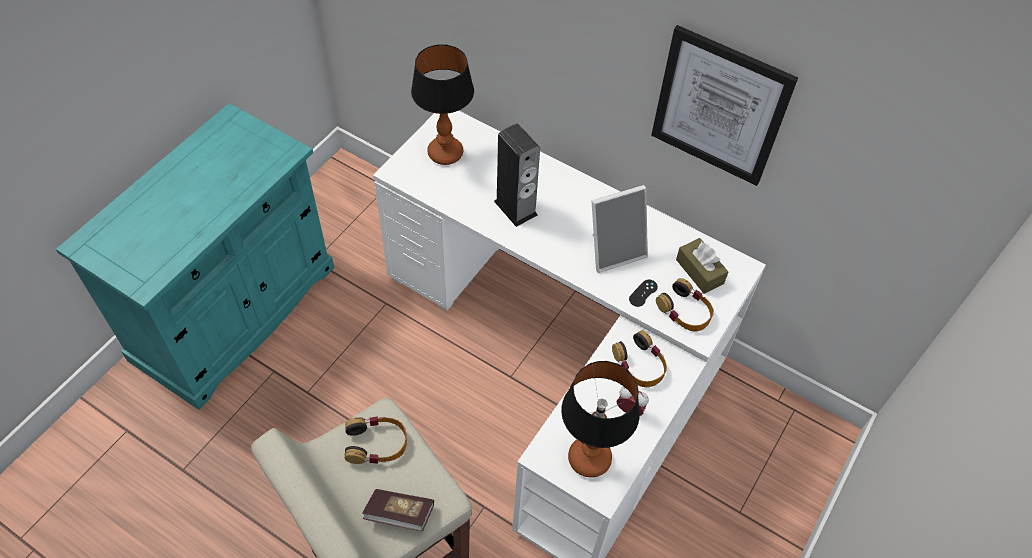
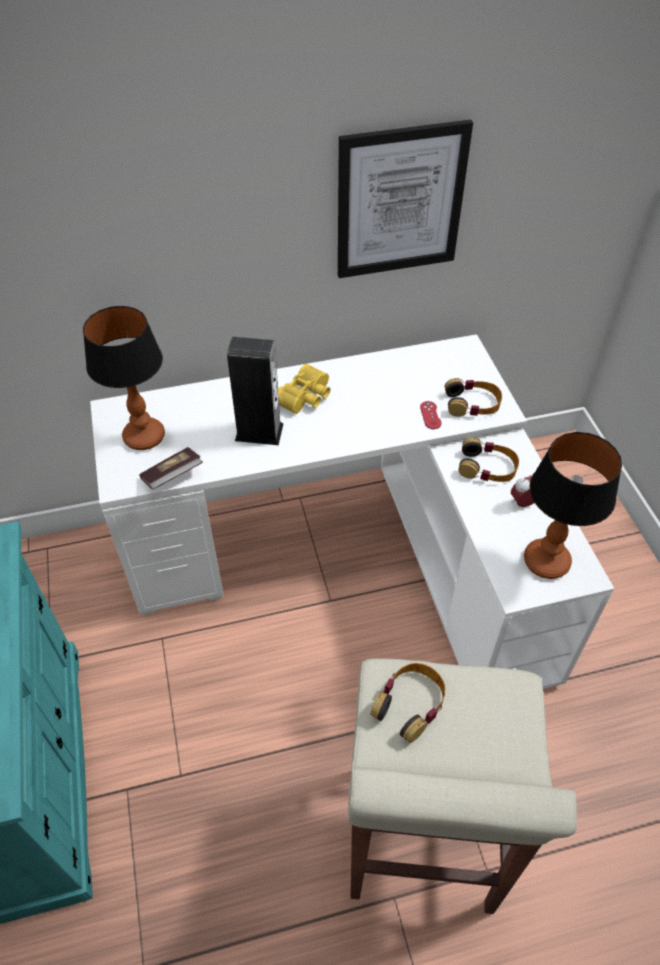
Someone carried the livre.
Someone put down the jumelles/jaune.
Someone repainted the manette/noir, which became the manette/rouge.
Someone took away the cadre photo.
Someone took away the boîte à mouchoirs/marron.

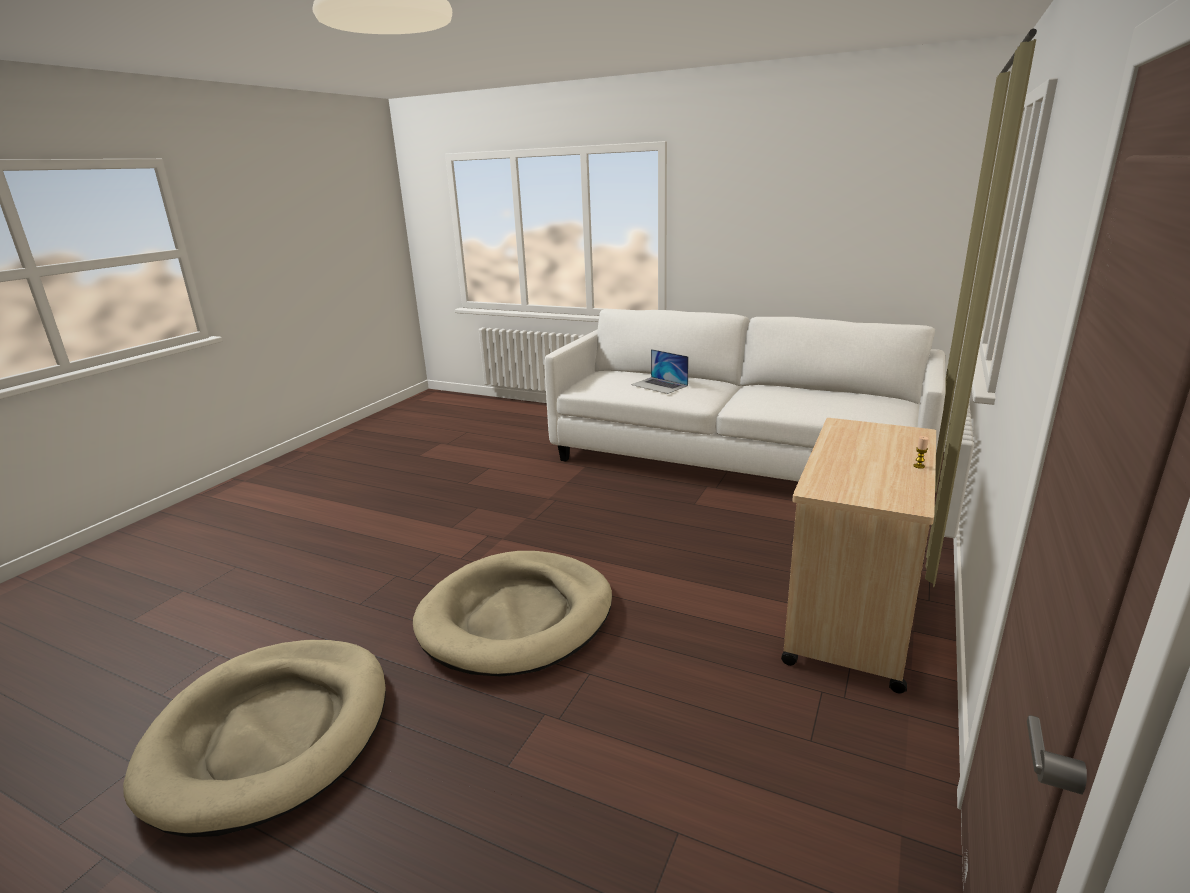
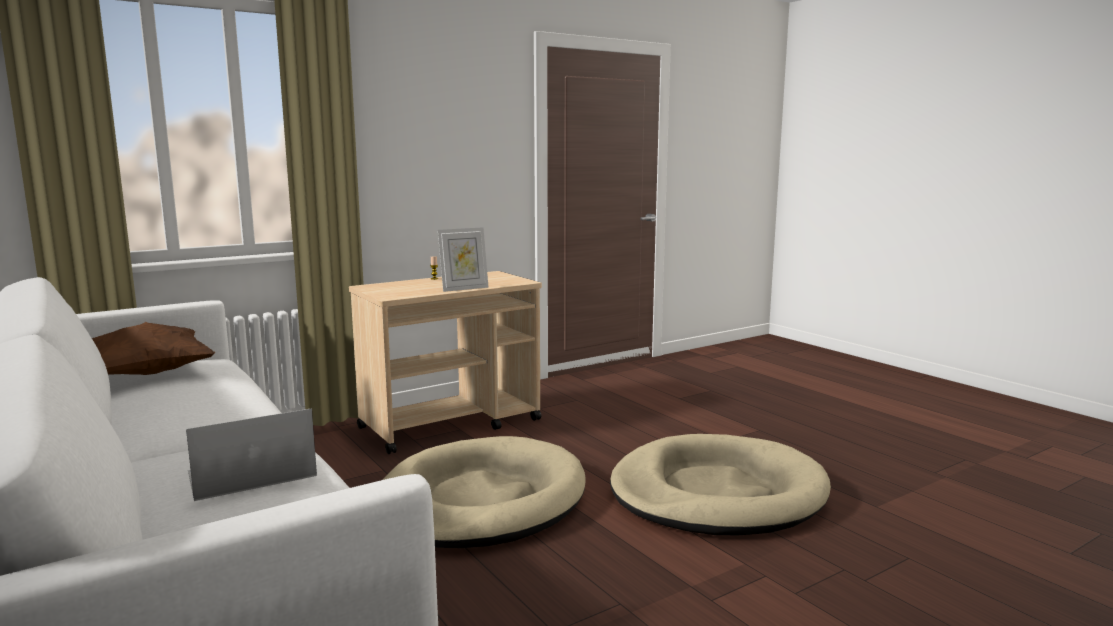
Someone put down the coussin/marron.
Someone rotated the ordinateur portable by 105 degrees counterclockwise.
Someone carried the panier pour chien/beige (1st from left).
Someone put down the cadre photo.

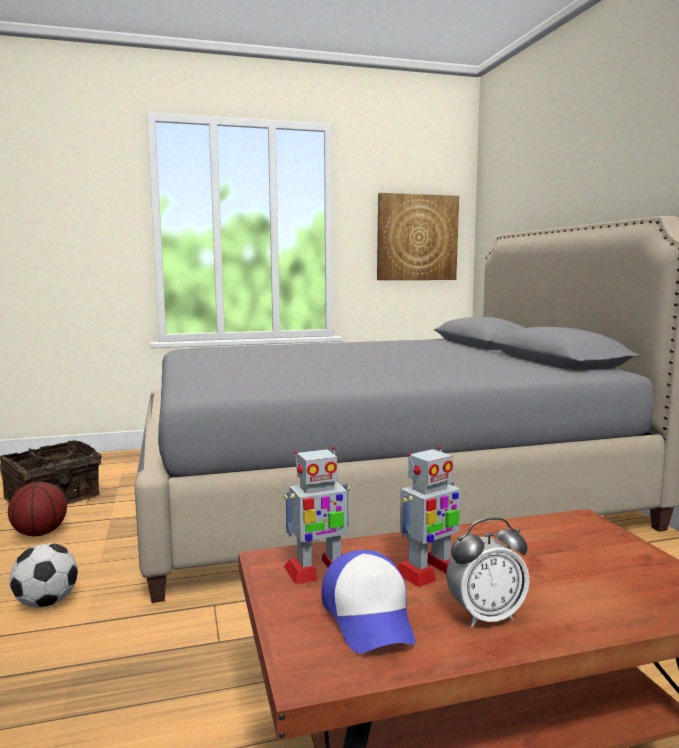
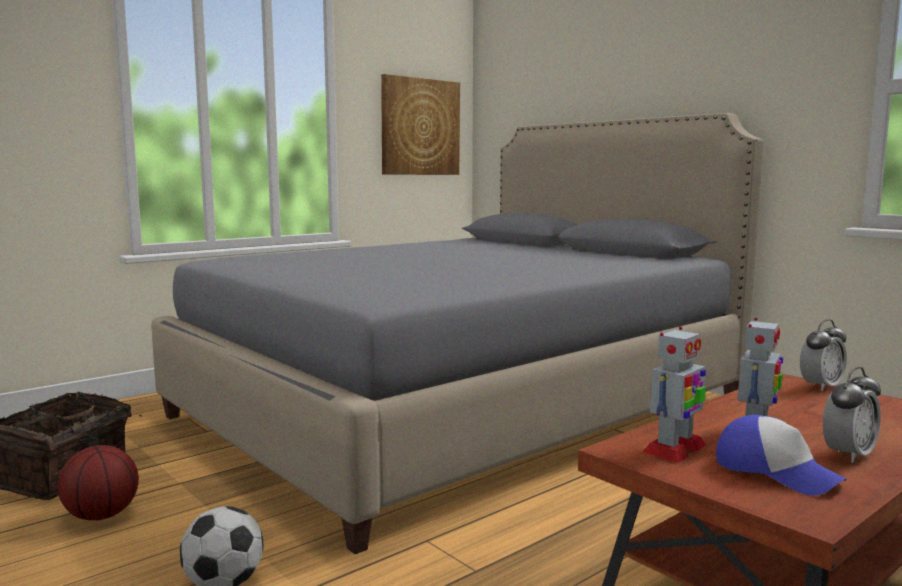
Someone put down the réveil (1st from left).

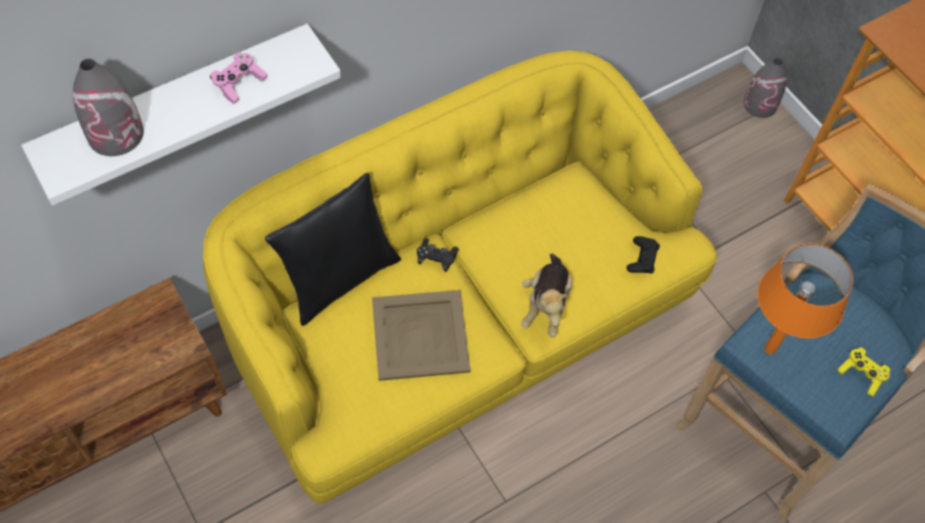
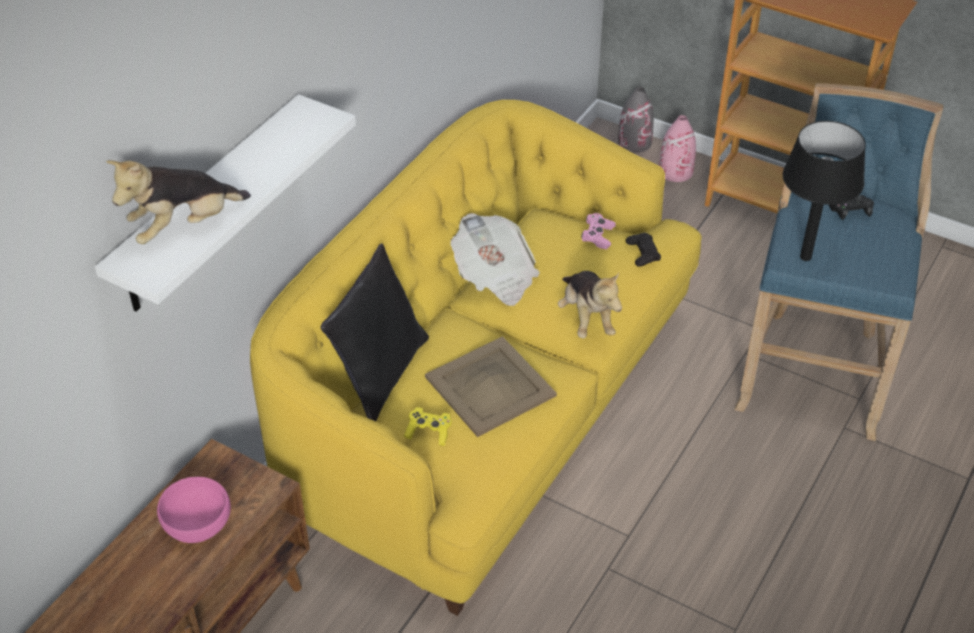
Someone swapped the vase/gris (1st from left) for the peluche (1st from left).
Someone put down the bol/rose.
Someone carried the manette/jaune.
Someone put down the journal.
Someone carried the manette/rose.
Someone put down the vase/rose.
Someone repainted the lampe de table/orange, which became the lampe de table/noir.
Someone carried the manette/noir (1st from left in the first image).

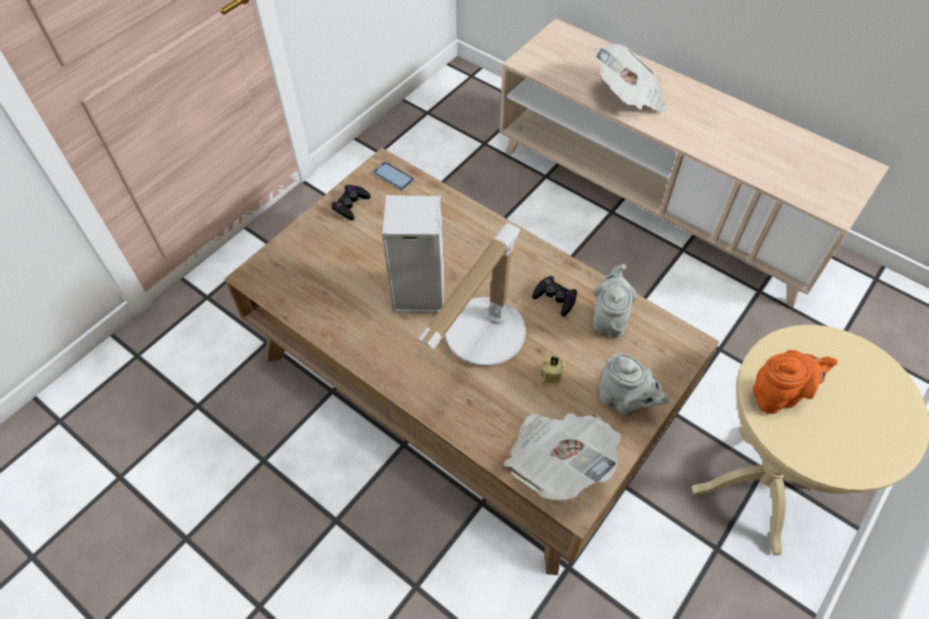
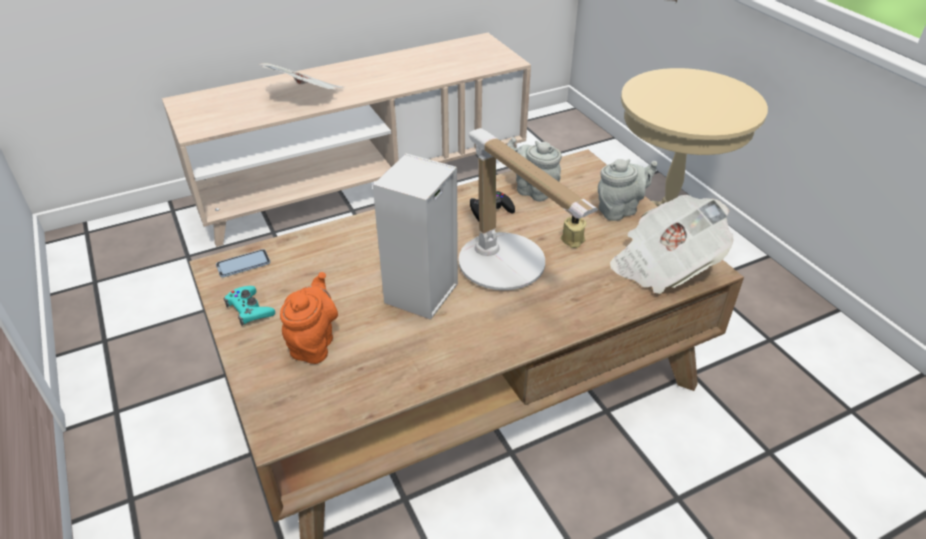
Someone repainted the manette/noir (1st from left), which became the manette/turquoise.
Someone carried the théière/orange.

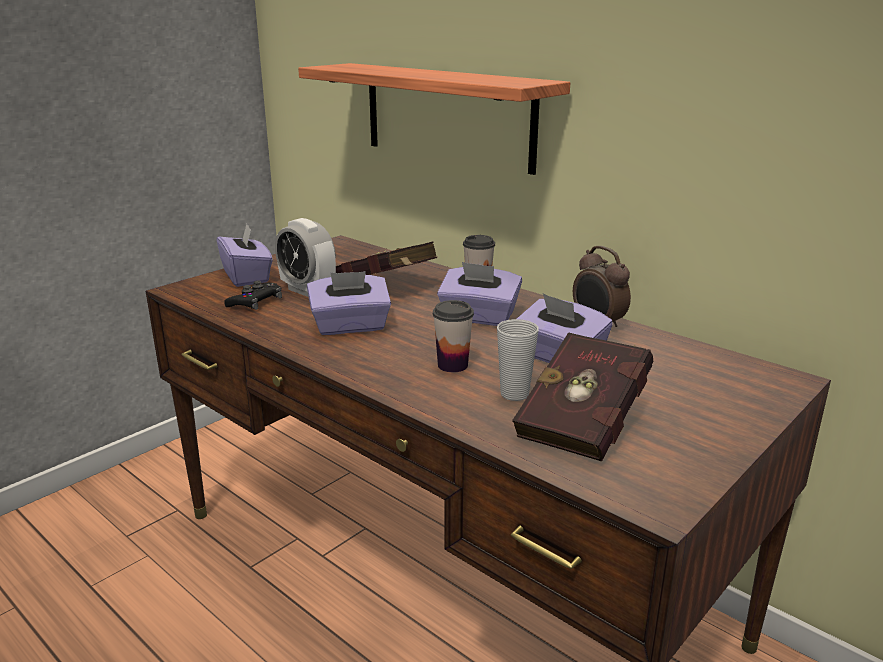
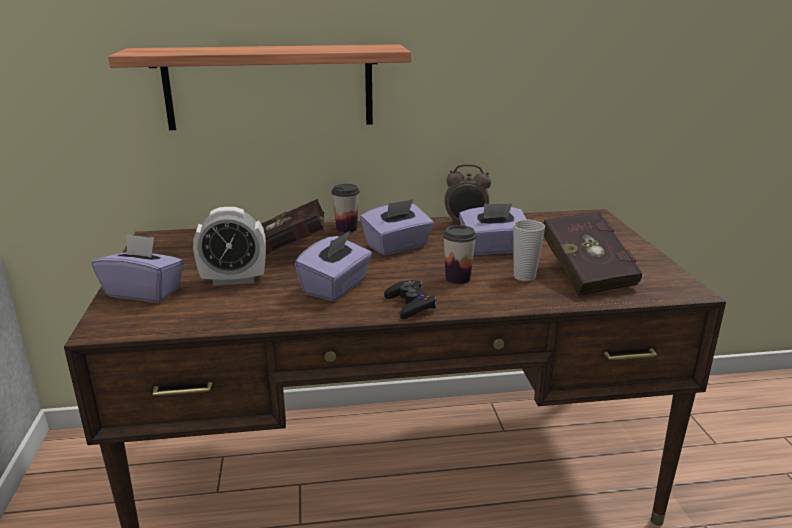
Someone carried the manette/noir.

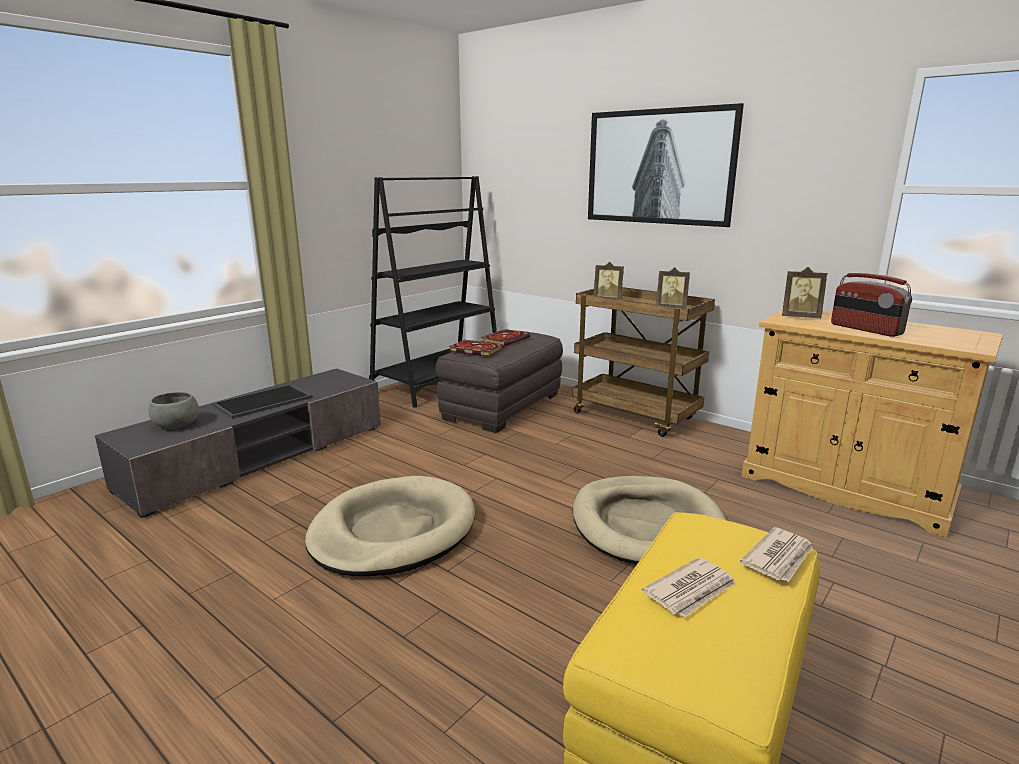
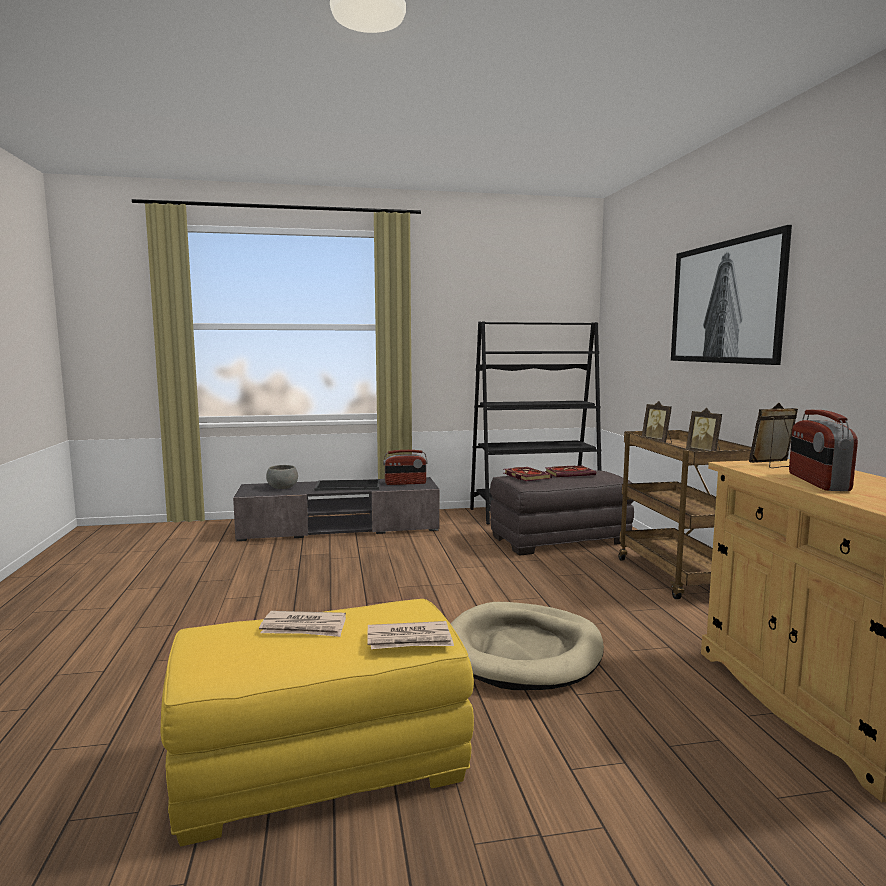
Someone put down the radio (1st from left).
Someone rotated the cadre photo (3rd from left) by 105 degrees clockwise.
Someone took away the panier pour chien/beige (1st from left).

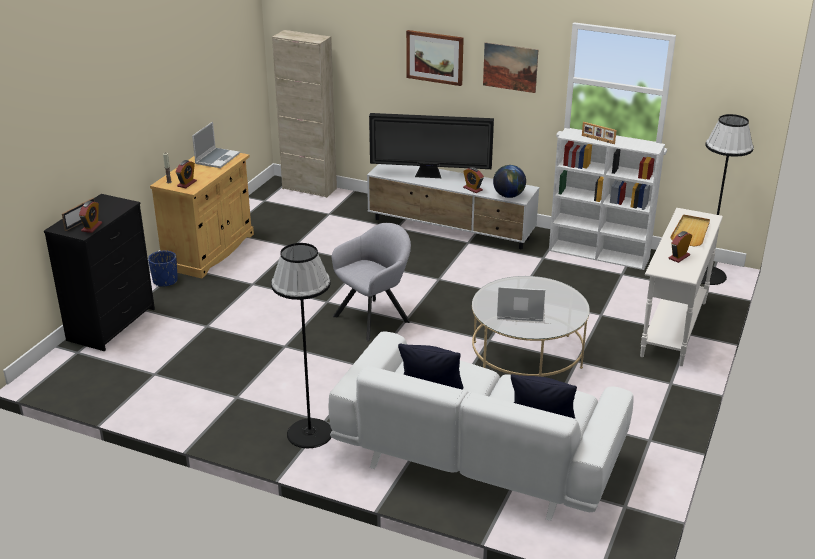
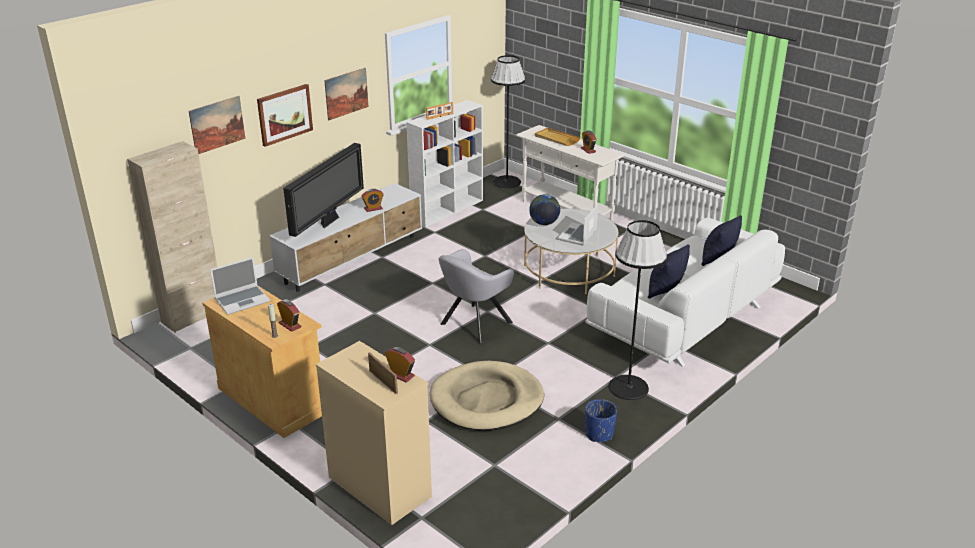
Someone put up the tableau (1st from left).
Someone rotated the ordinateur portable (1st from left) by 105 degrees clockwise.
Someone repainted the commode/noir, which became the commode/beige.
Someone put down the panier pour chien/beige.
Someone rotated the fauteuil/gris by 120 degrees counterclockwise.
Someone carried the globe.
Someone carried the cache-pot/bleu.

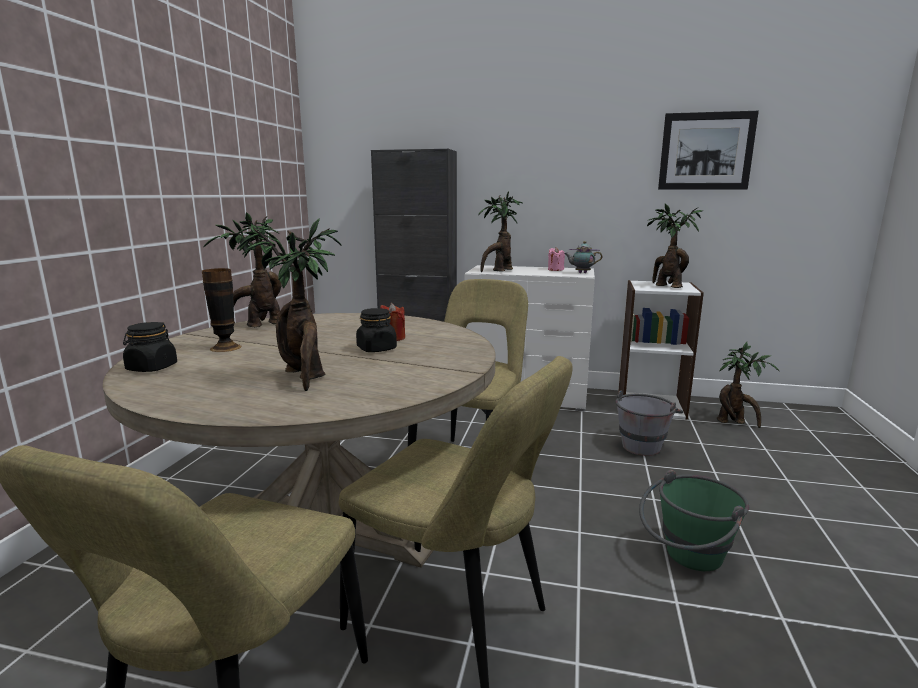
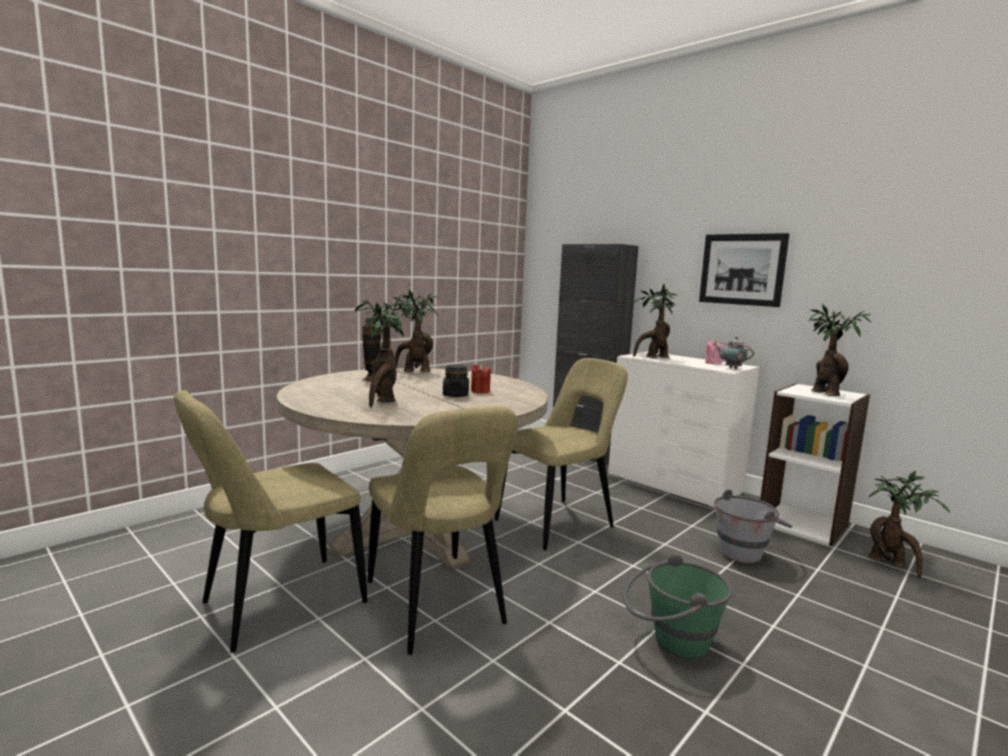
Someone carried the tableau.
Someone took away the bocal/noir (1st from left).

